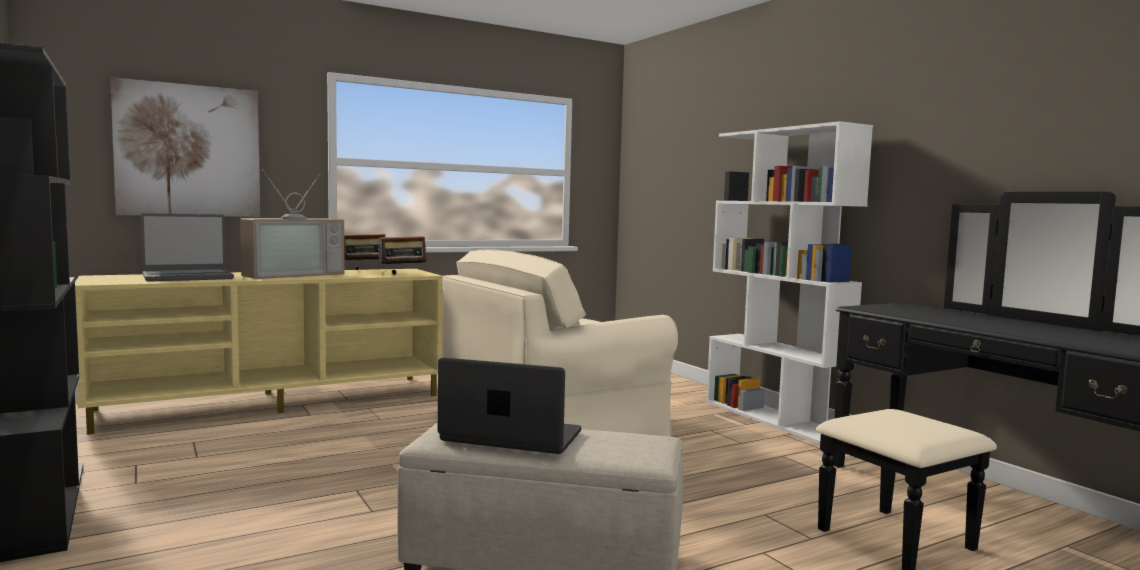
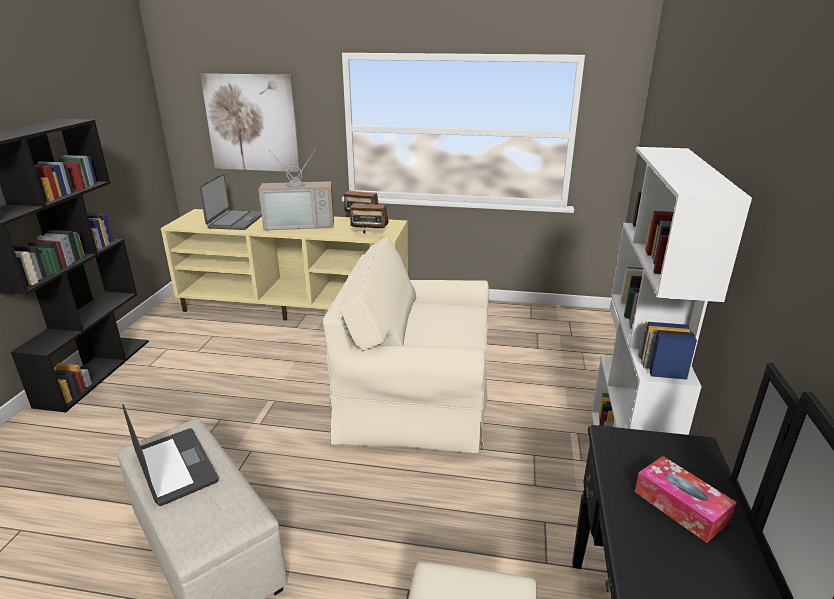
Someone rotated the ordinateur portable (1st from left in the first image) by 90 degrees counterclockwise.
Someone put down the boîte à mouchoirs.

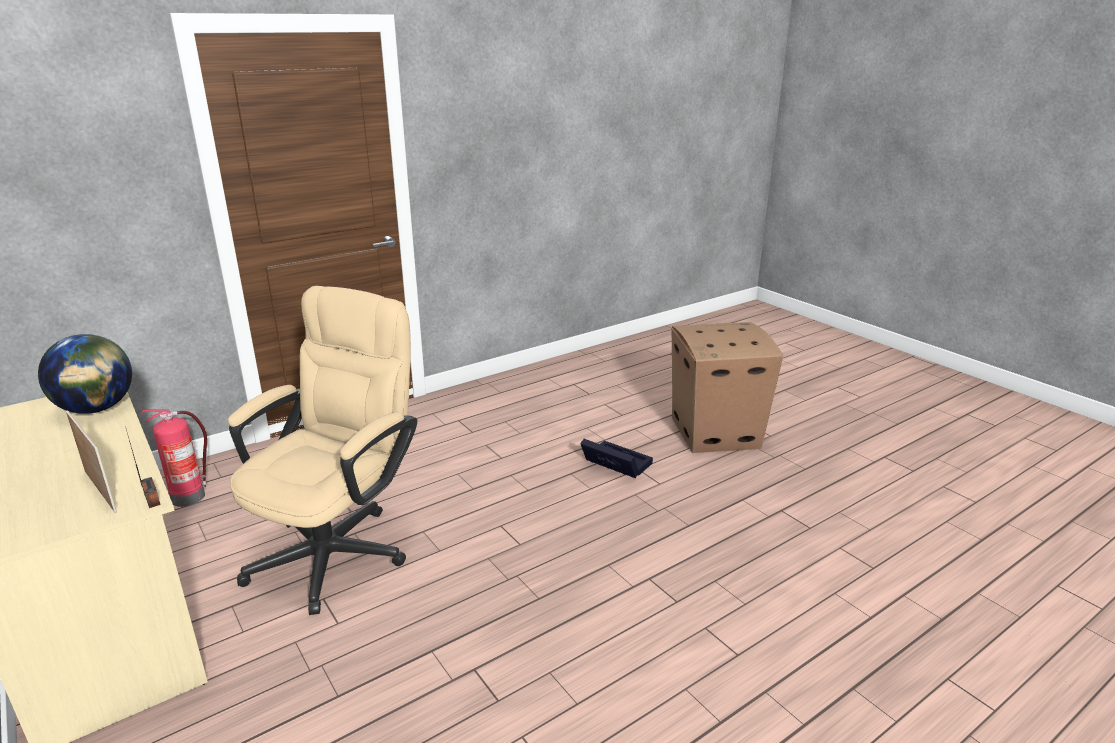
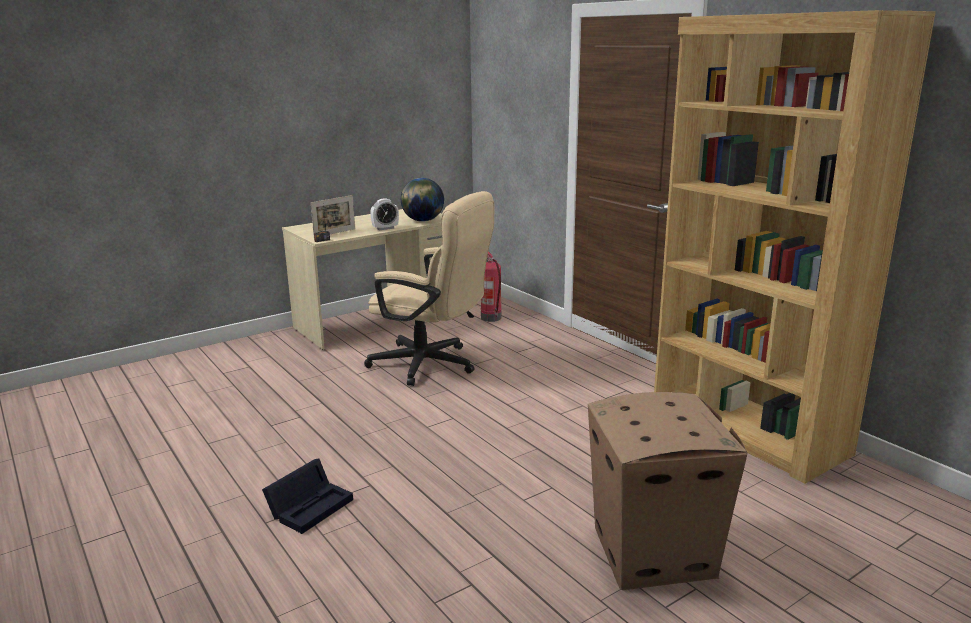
Someone carried the boîte de rangement/noir.
Someone put down the réveil.
Someone put down the bibliothèque/marron.

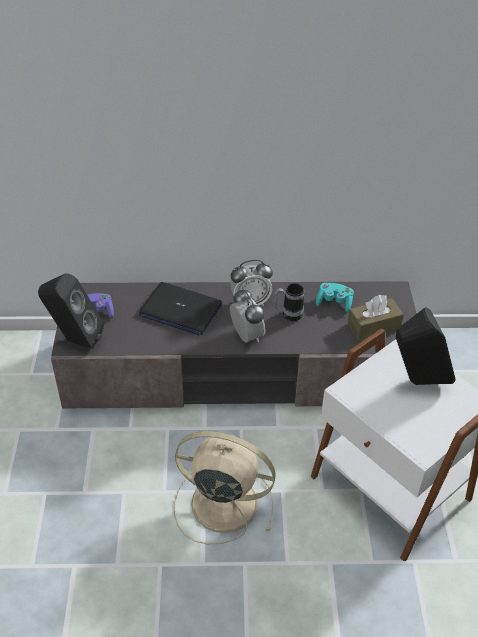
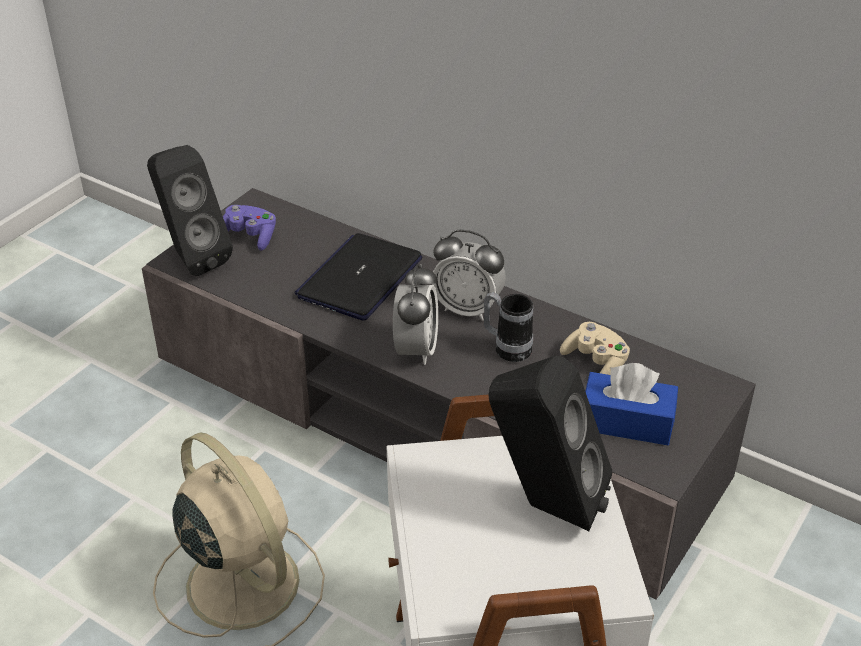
Someone rotated the ordinateur portable by 60 degrees clockwise.
Someone repainted the manette/turquoise, which became the manette/beige.
Someone repainted the boîte à mouchoirs/marron, which became the boîte à mouchoirs/bleu.

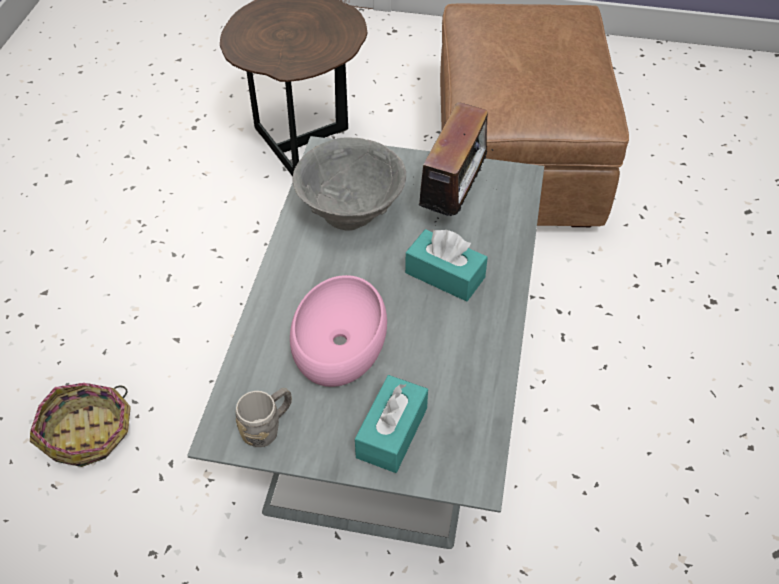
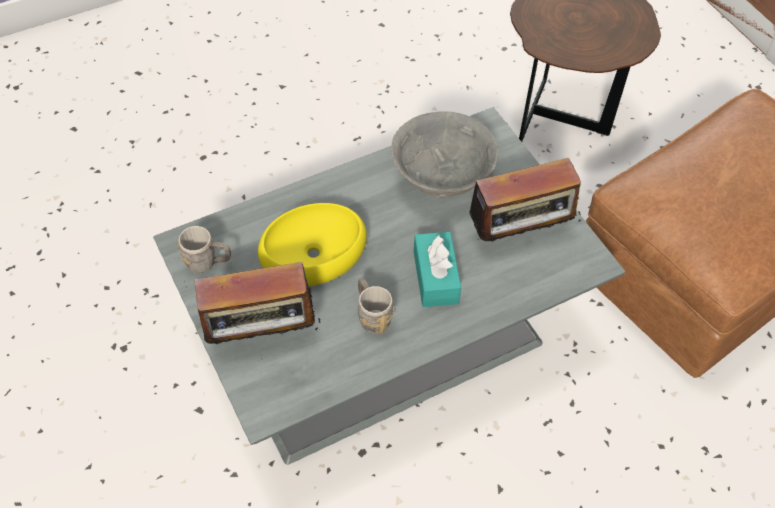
Someone swapped the boîte à mouchoirs/turquoise (1st from left) for the radio (1st from left).
Someone repainted the bol/rose, which became the bol/jaune.
Someone put down the mug/gris (2nd from left).
Someone took away the panier.

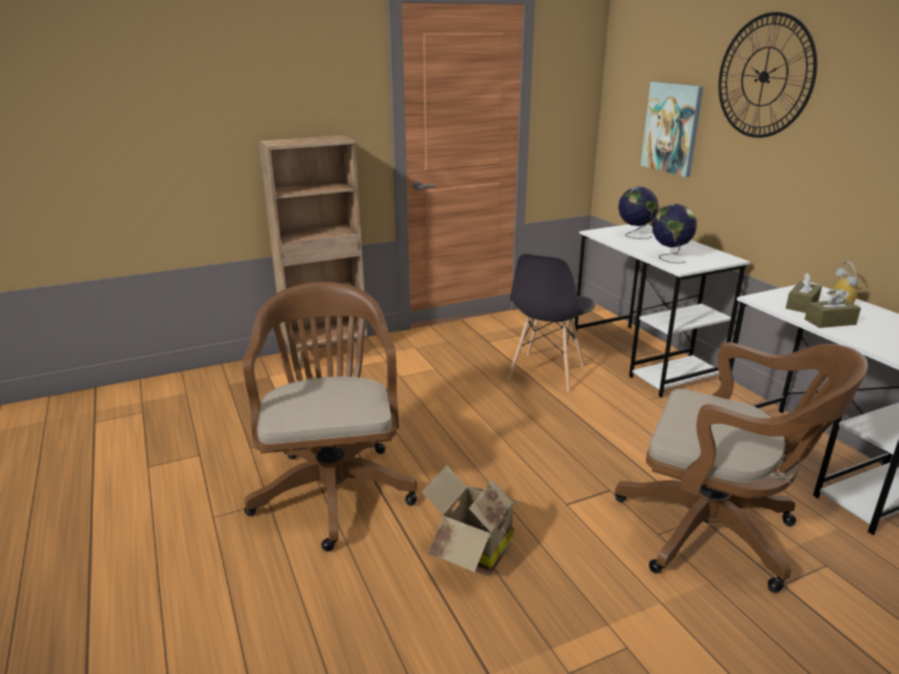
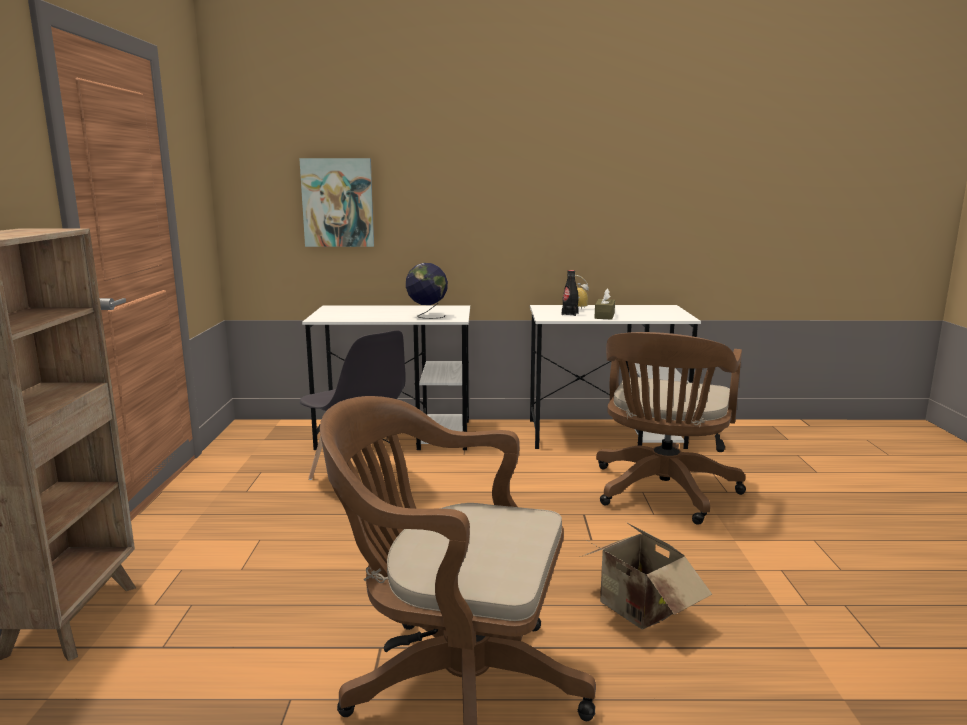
Someone swapped the boîte à mouchoirs/marron (1st from left) for the bouteille/noir.
Someone rotated the chaise de bureau/marron (2nd from left) by 150 degrees clockwise.
Someone took away the globe (1st from left).
Someone took away the horloge murale.

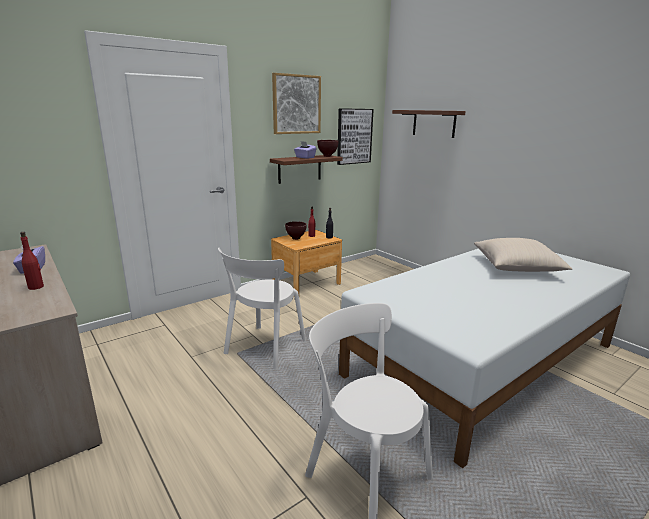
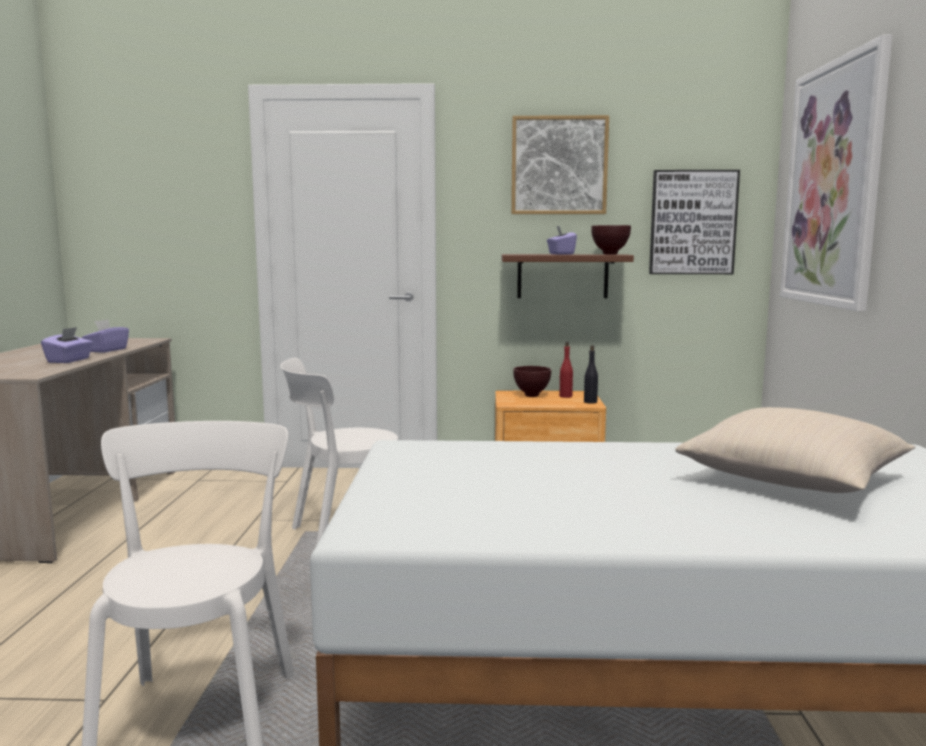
Someone swapped the bouteille/rouge (1st from left) for the boîte à mouchoirs/violet (1st from left).
Someone swapped the étagère/marron (2nd from left) for the tableau (3rd from left).

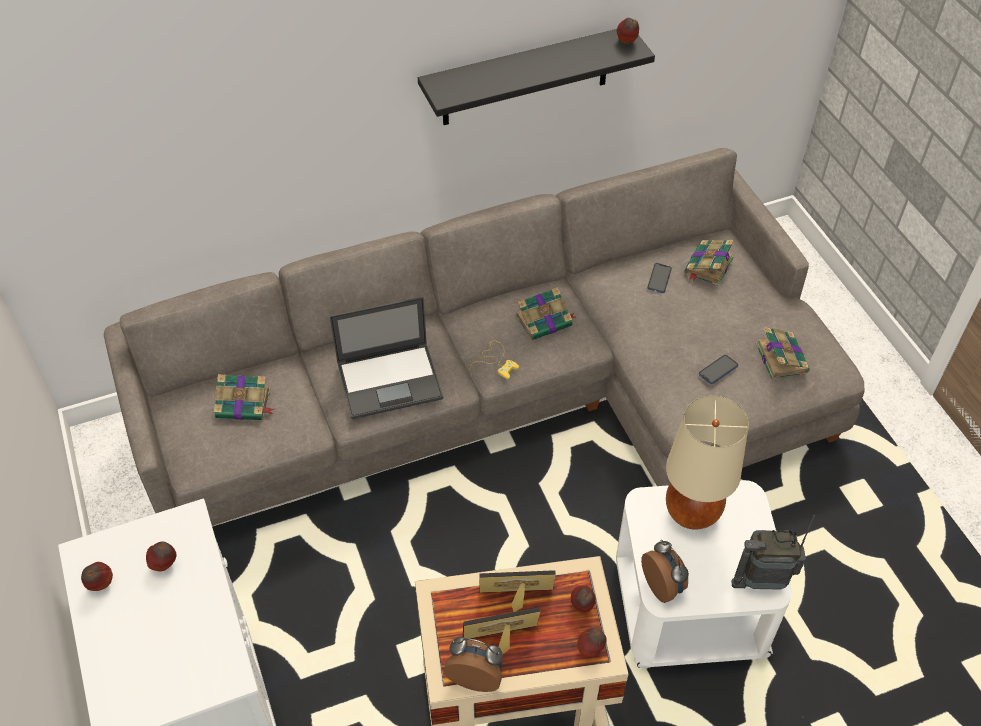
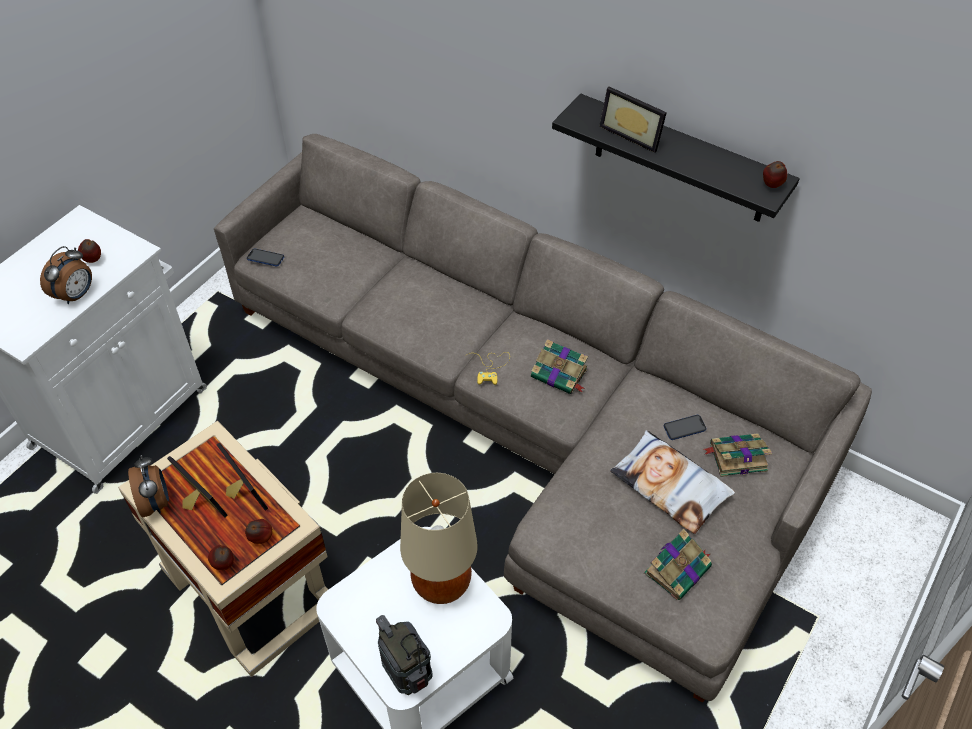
Someone carried the réveil (2nd from left in the first image).
Someone carried the téléphone (2nd from left in the first image).
Someone put down the cadre photo (3rd from left).
Someone put down the coussin.
Someone took away the pomme (1st from left).
Someone took away the livre (1st from left).
Someone took away the ordinateur portable.

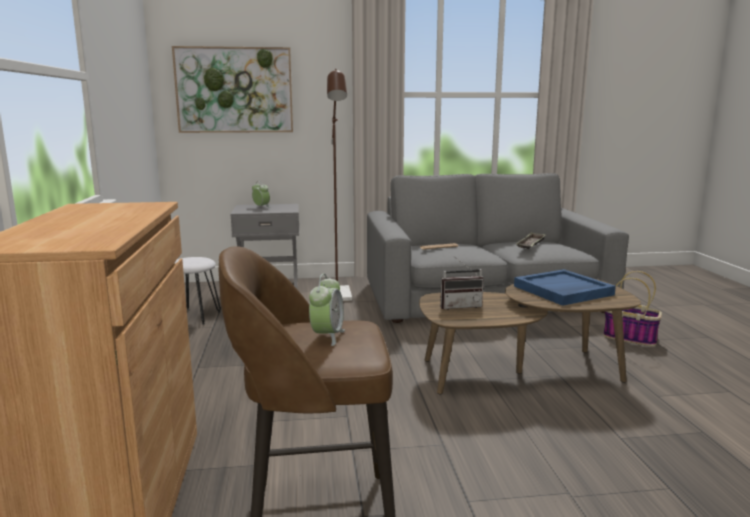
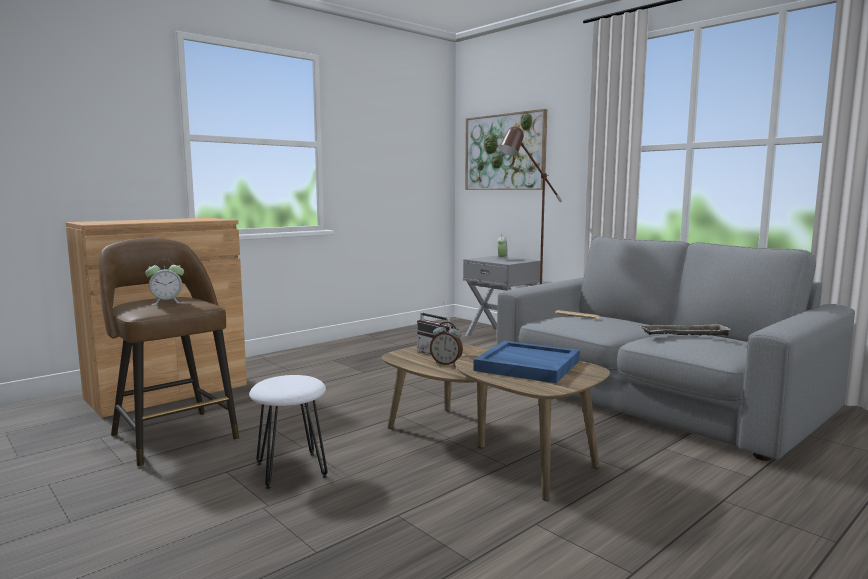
Someone carried the tabouret/blanc.
Someone put down the réveil (2nd from left).
Someone took away the panier.

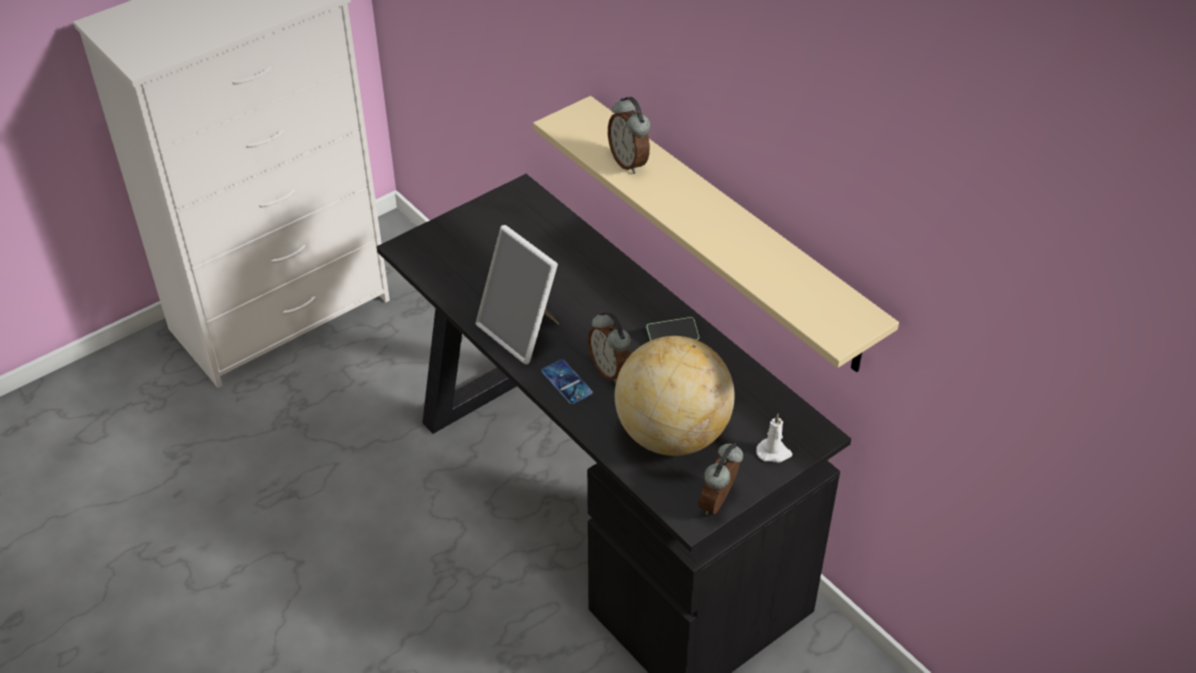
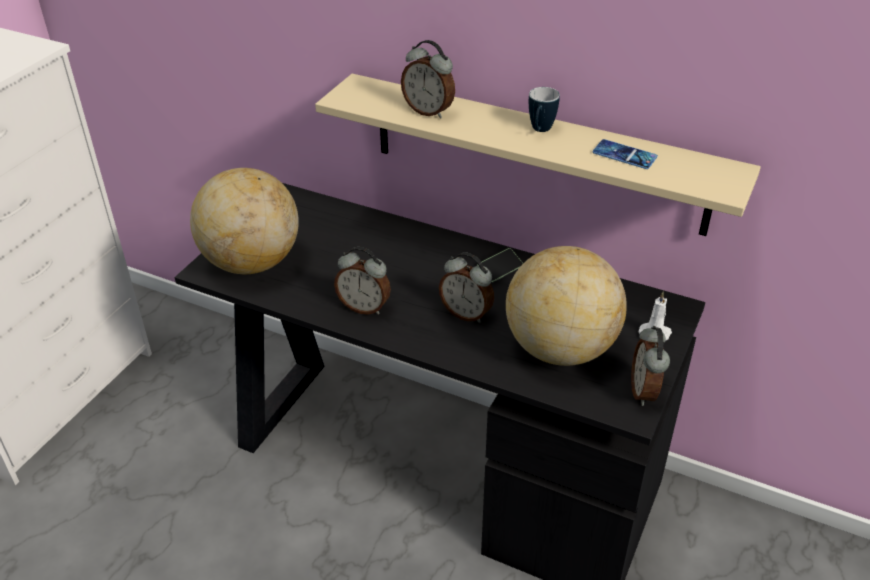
Someone put down the globe (1st from left).
Someone swapped the cadre photo for the réveil (1st from left).
Someone put down the mug.
Someone carried the téléphone (1st from left in the first image).

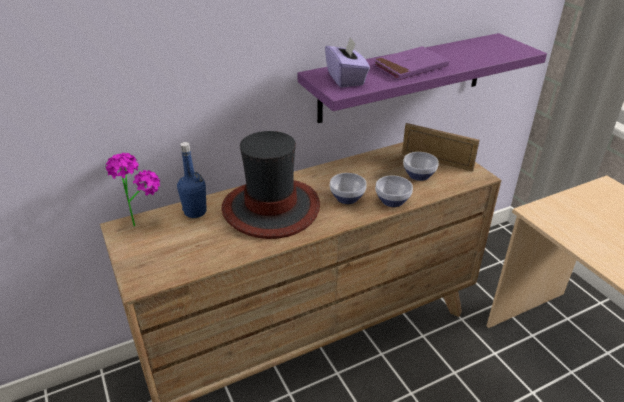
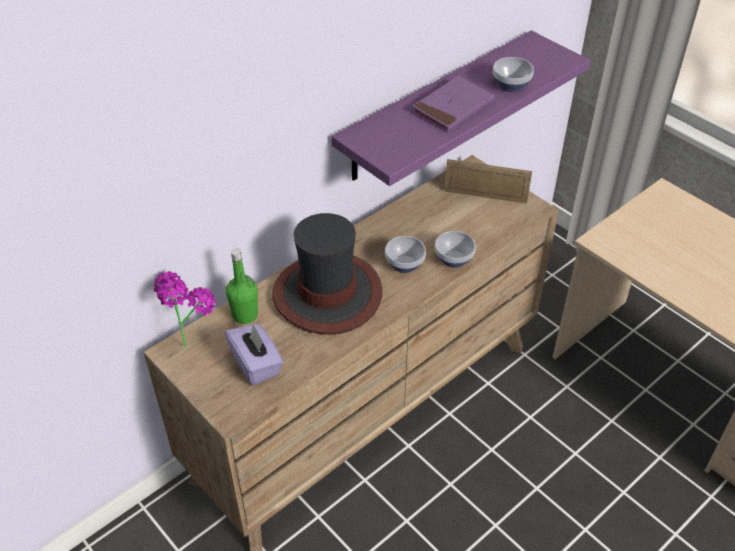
Someone carried the boîte à mouchoirs/violet.
Someone repainted the bouteille/bleu, which became the bouteille/vert.
Someone carried the bol (3rd from left).

